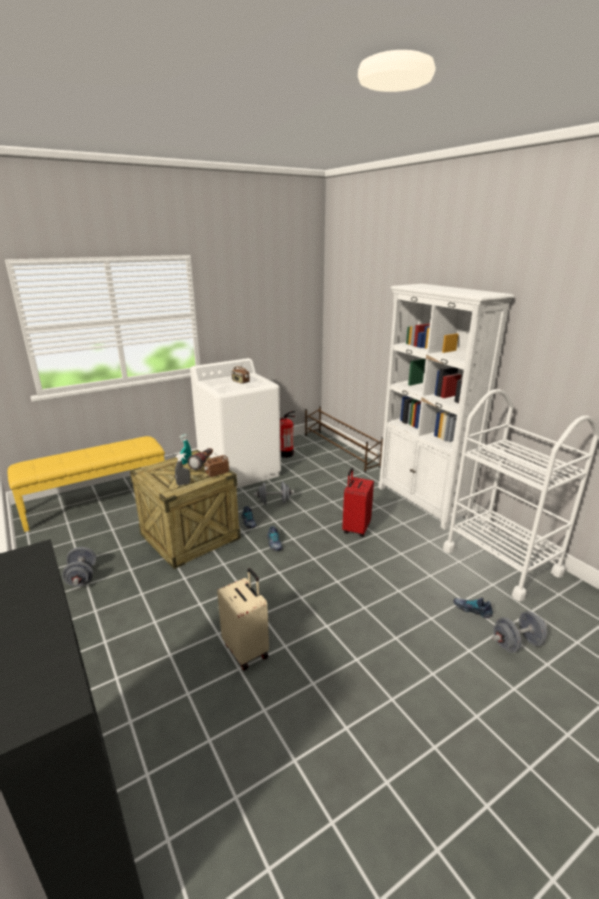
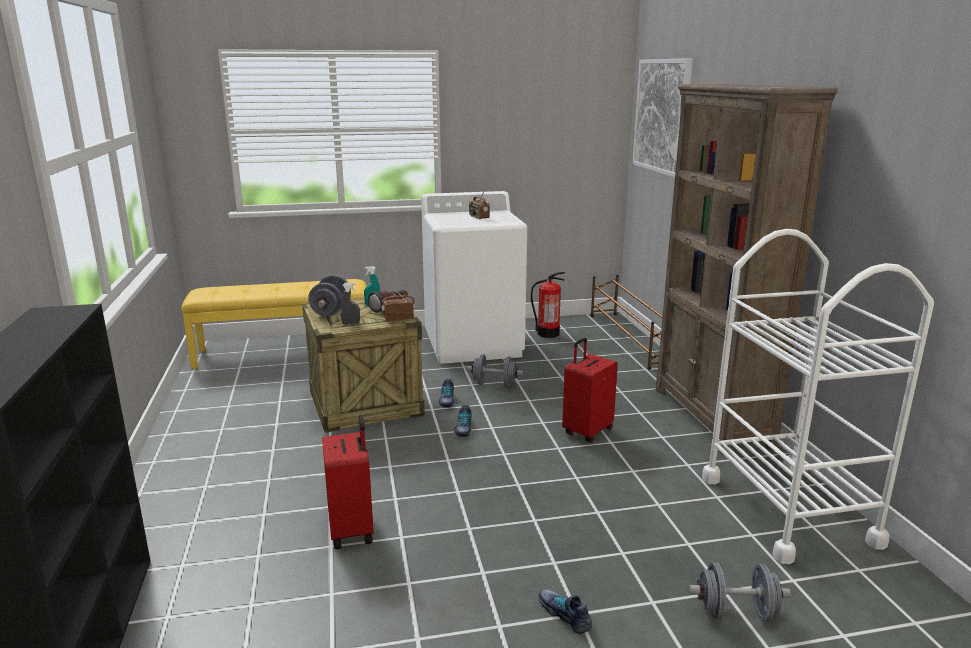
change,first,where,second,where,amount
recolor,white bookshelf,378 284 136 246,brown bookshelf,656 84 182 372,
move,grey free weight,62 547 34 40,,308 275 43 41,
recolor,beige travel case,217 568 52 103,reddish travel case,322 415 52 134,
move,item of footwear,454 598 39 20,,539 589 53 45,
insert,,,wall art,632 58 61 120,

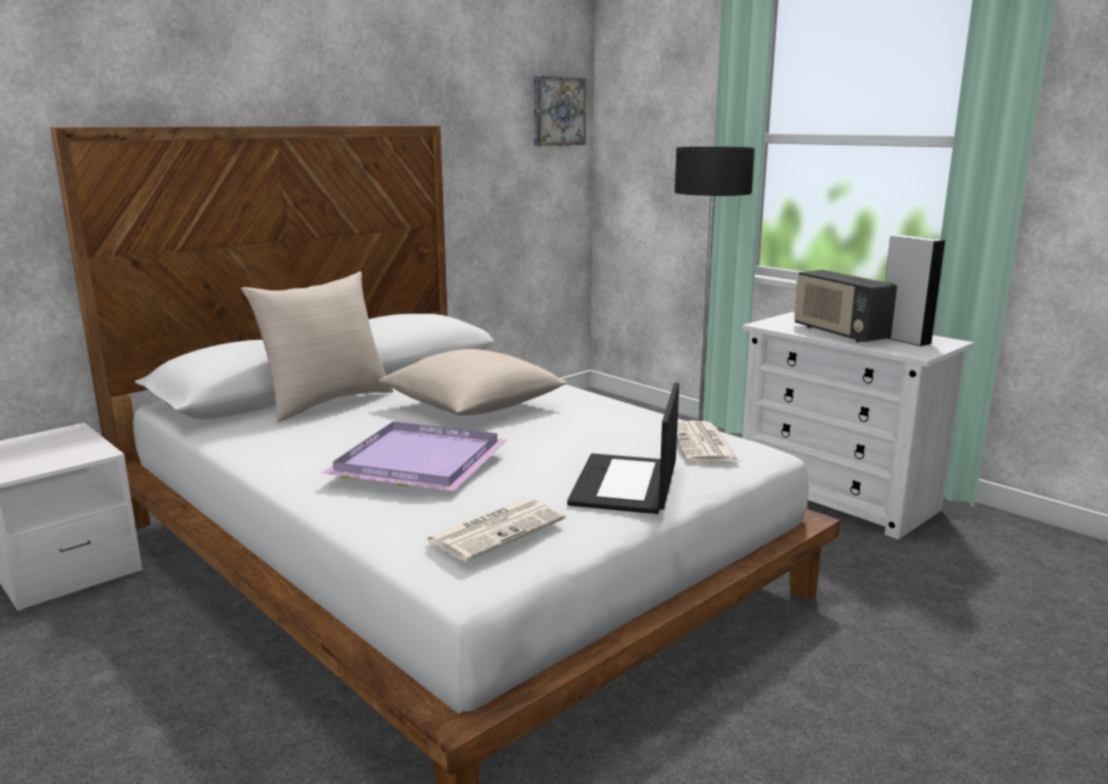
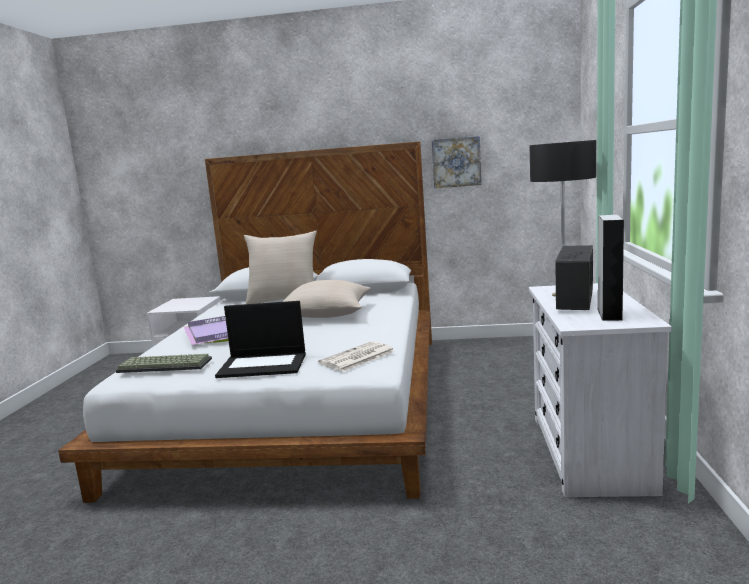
change,first,where,second,where,amount
move,wall art,533 76 53 70,,432 136 49 52,
rotate,portable computer,567 383 112 131,,215 301 91 77,150 degrees counterclockwise
replace,newspaper,425 498 141 64,keyboard,116 354 96 19,

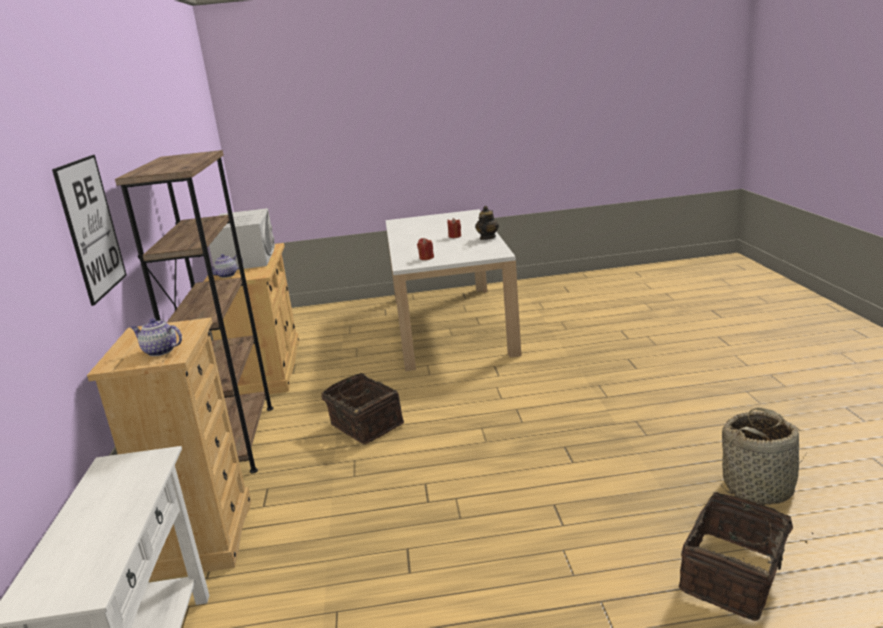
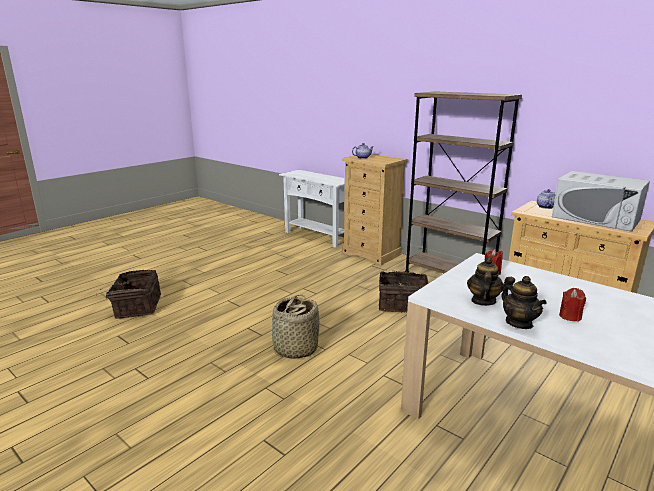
change,first,where,second,where,amount
delete,wall art,52 155 75 151,,,
move,storage basket,721 407 86 98,,272 294 47 65,
insert,,,teapot,467 257 37 49,

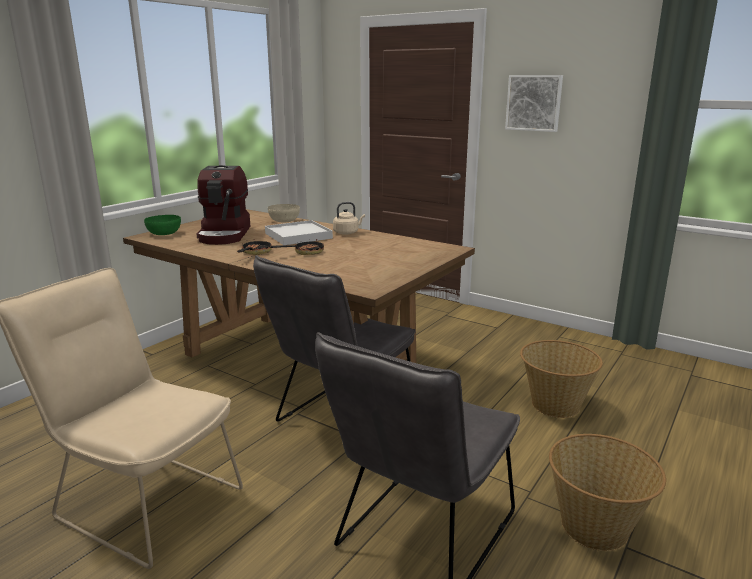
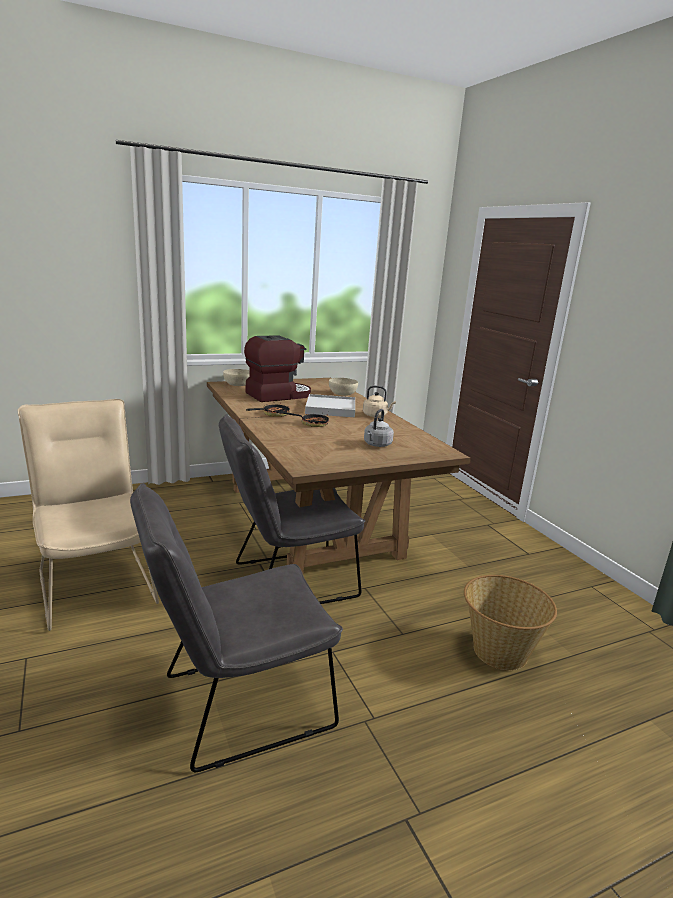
change,first,where,second,where,amount
delete,wall art,505 75 58 57,,,
rotate,coffee maker,196 165 54 80,,244 335 67 67,150 degrees counterclockwise
recolor,green deep dish,144 215 37 20,beige deep dish,223 369 27 17,
delete,storage basket,549 434 117 117,,,
insert,,,grey kettle,364 409 30 38,

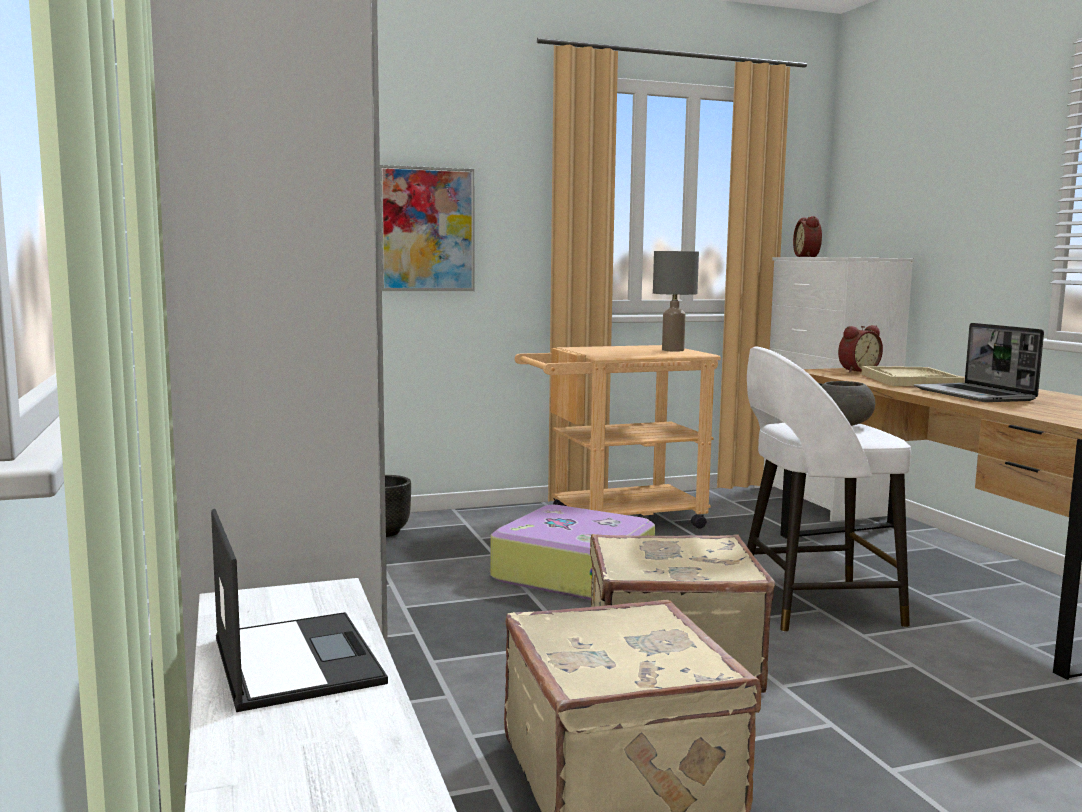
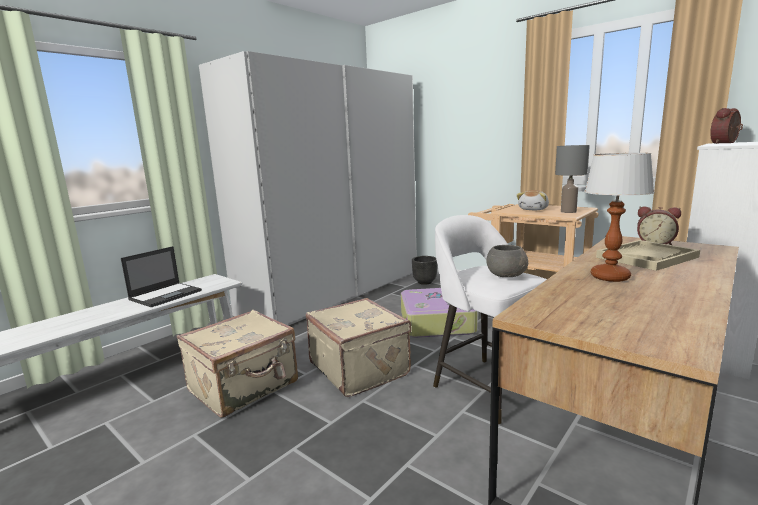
change,first,where,second,where,amount
delete,wall art,380 165 94 126,,,
replace,portable computer,914 323 130 79,lamp for a table,584 153 70 129,
insert,,,cuddly toy,517 190 32 20,

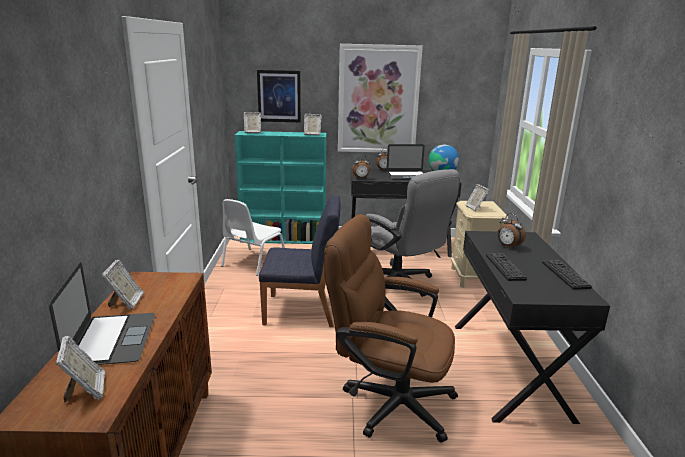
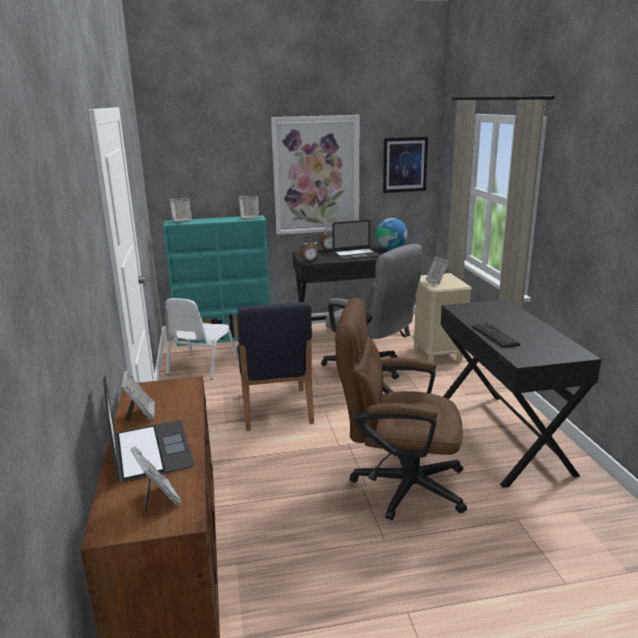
change,first,where,second,where,amount
move,wall art,257 70 44 52,,383 137 45 56,
rotate,bluish chair,259 195 81 132,,237 302 77 129,90 degrees clockwise
delete,table clock,497 213 29 35,,,
delete,keyboard,542 260 50 30,,,

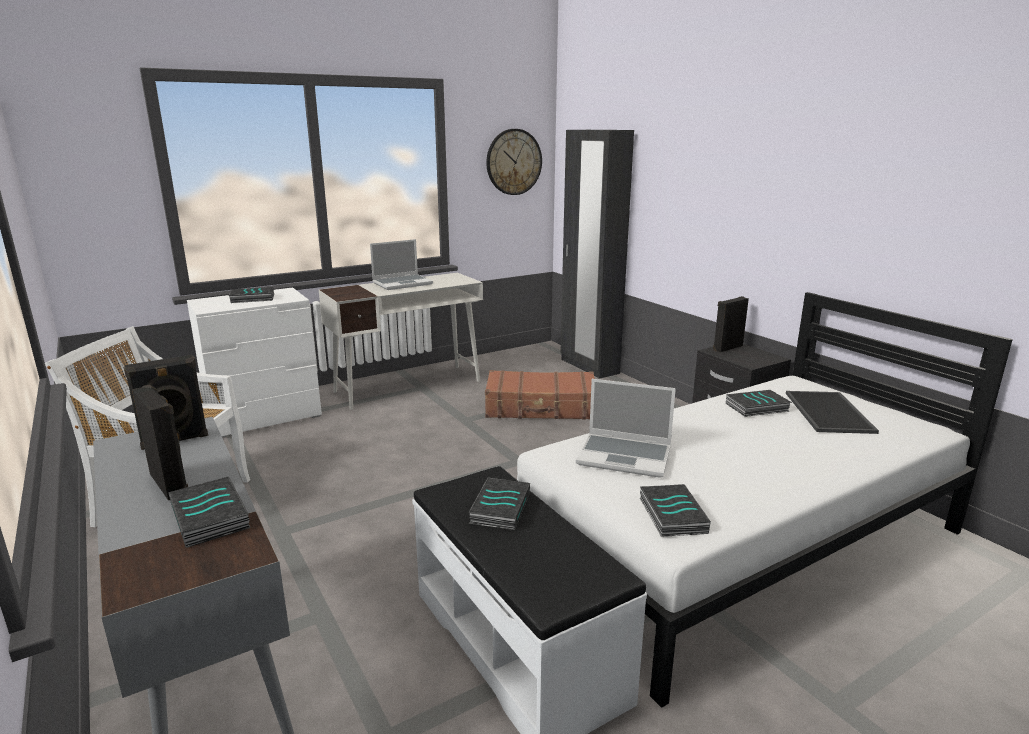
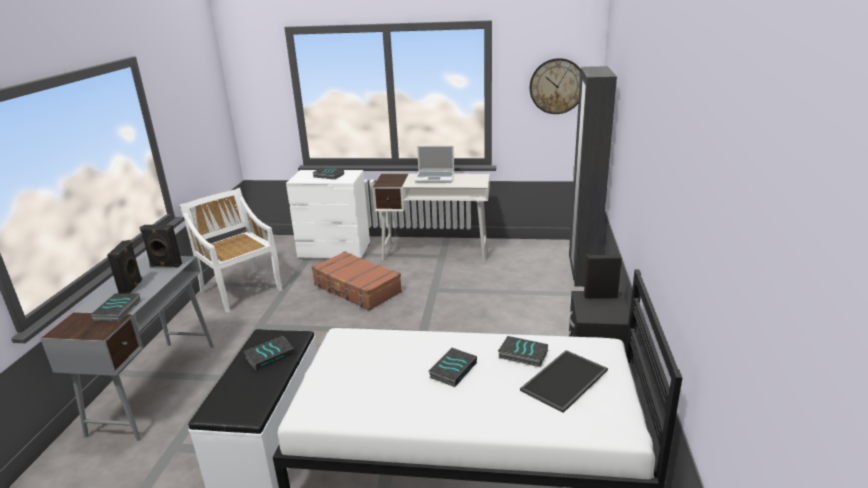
change,first,where,second,where,amount
move,brown travel case,485 370 110 50,,312 251 90 60,
delete,portable computer,576 379 100 99,,,
move,bound book,640 484 71 53,,429 348 48 39,

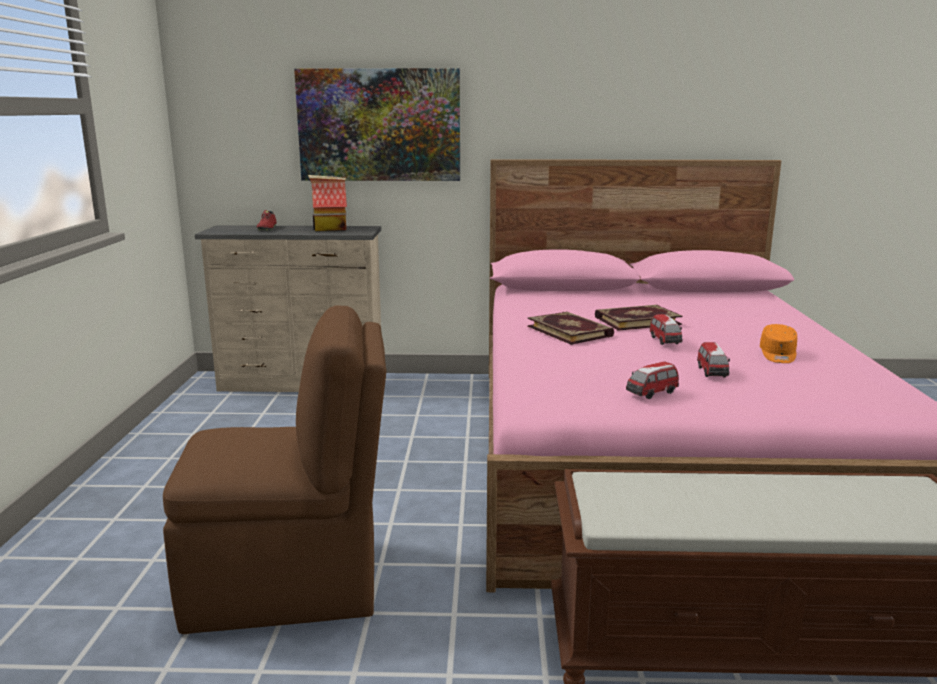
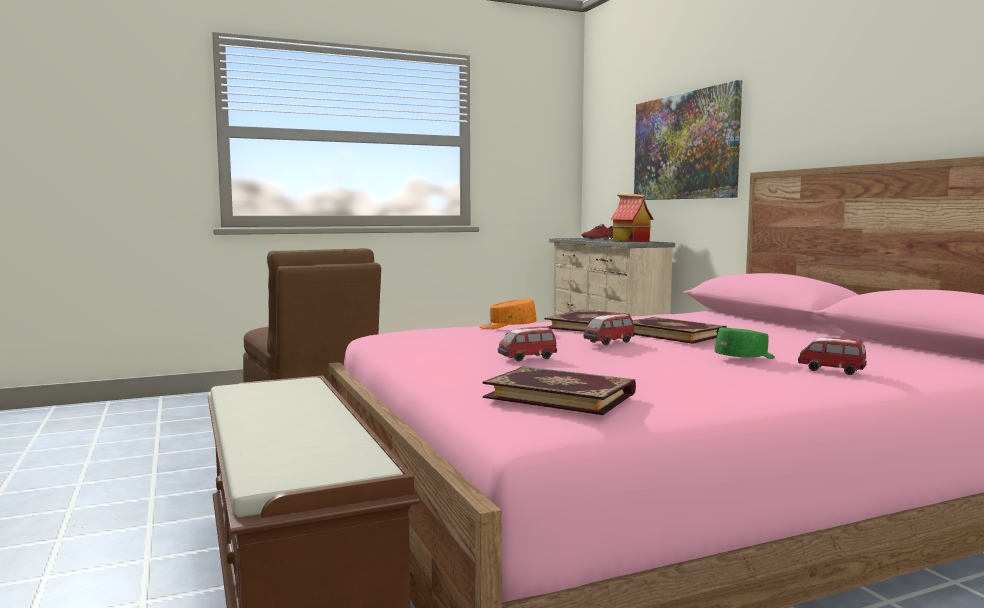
change,first,where,second,where,amount
move,orange baseball cap,760 324 37 39,,479 299 58 30,
move,toy car,626 362 53 37,,798 337 69 38,
insert,,,green baseball cap,715 327 60 32,
insert,,,bound book,483 366 153 49,

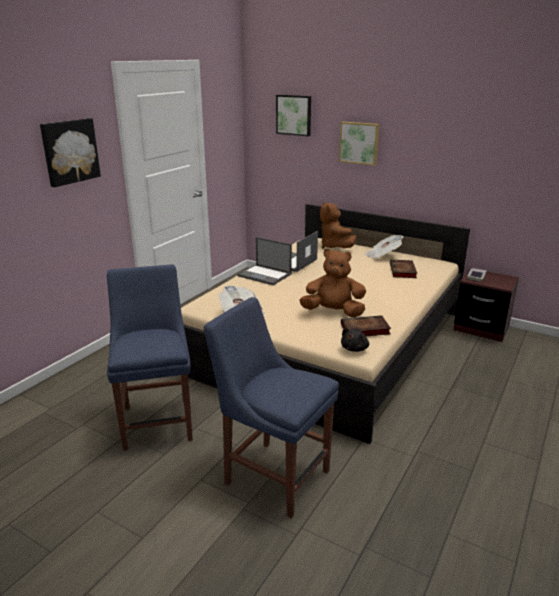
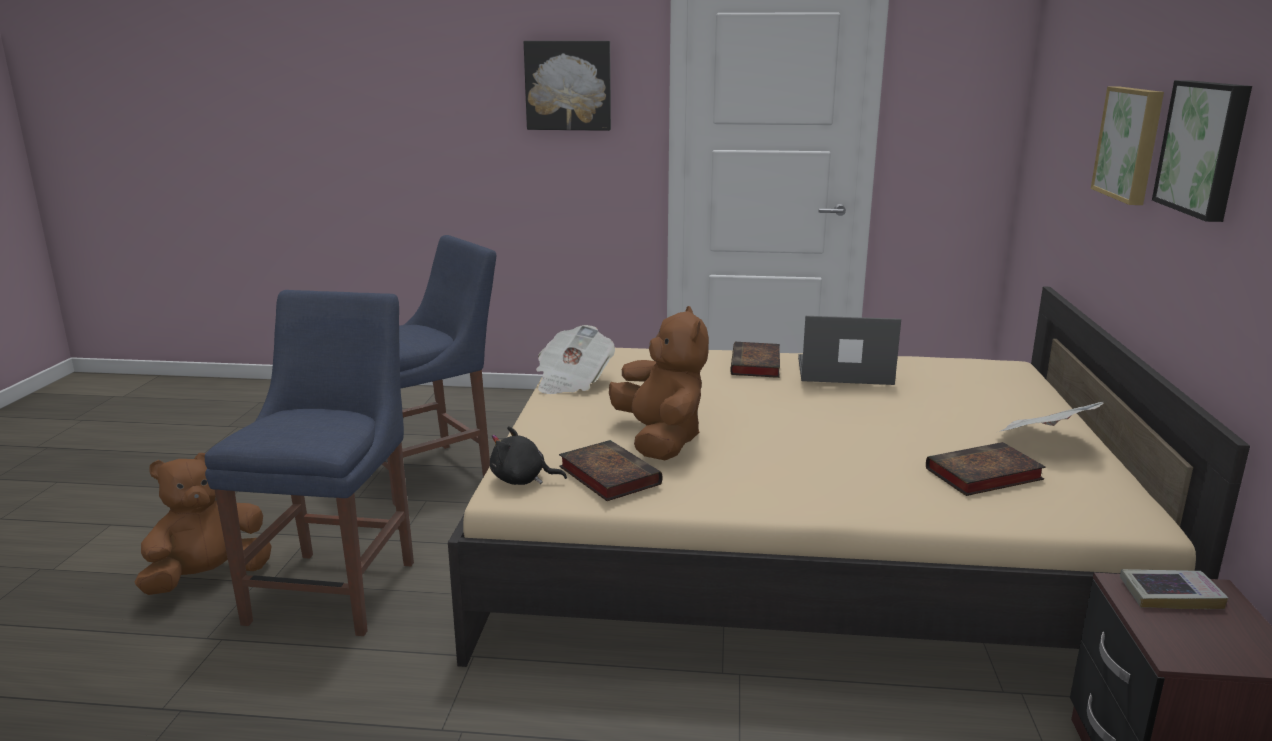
change,first,where,second,where,amount
move,wall art,276 95 35 41,,1152 80 100 142,
move,brown cuddly toy,320 202 36 47,,135 453 137 142,
replace,portable computer,237 237 55 48,bound book,730 342 50 36,

